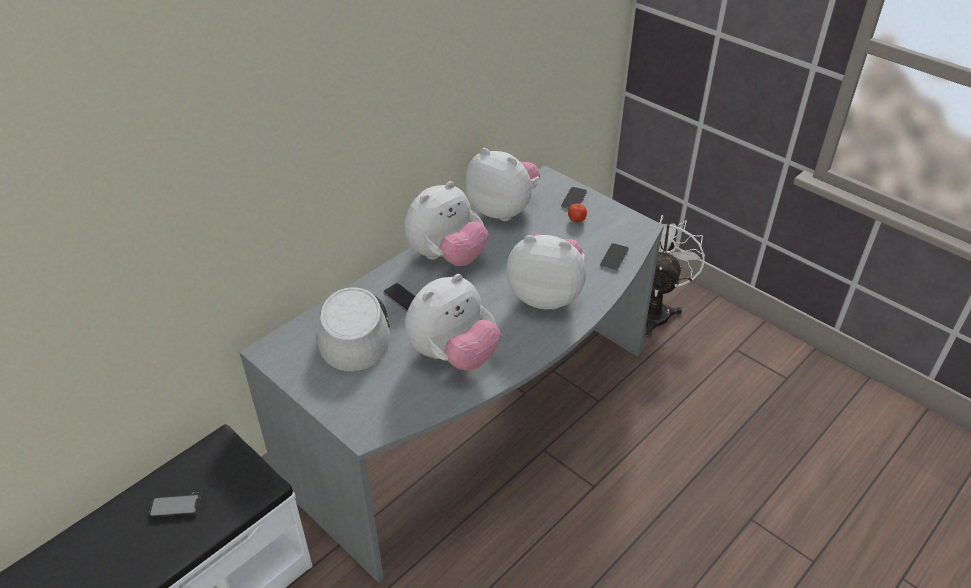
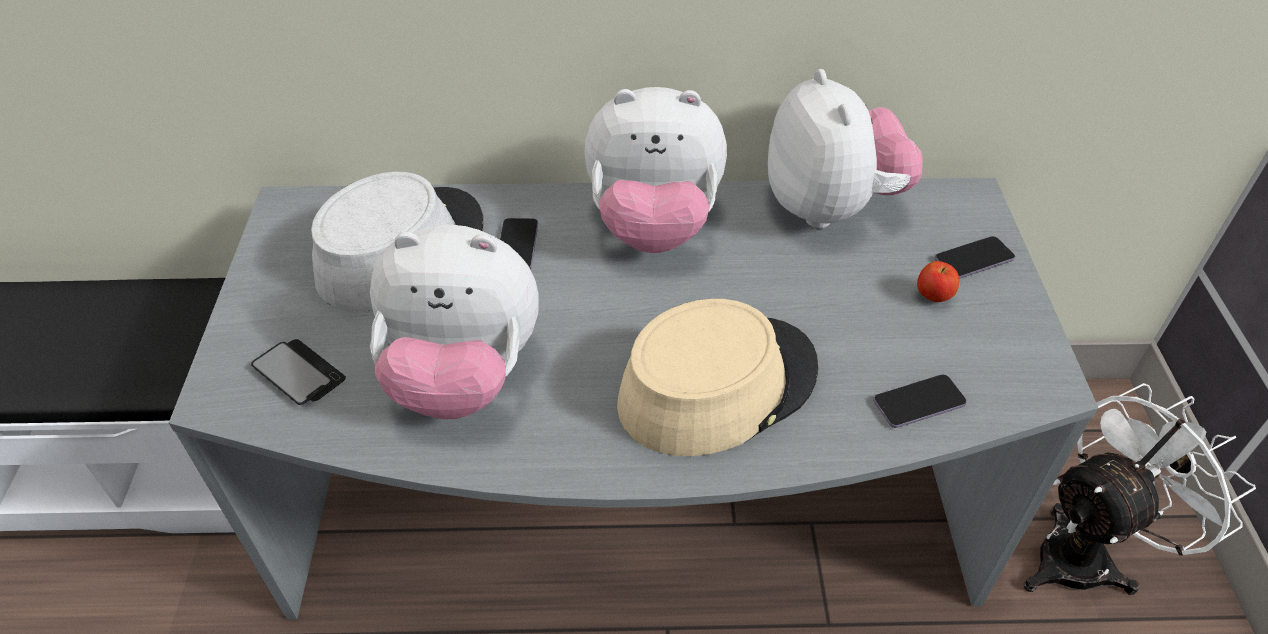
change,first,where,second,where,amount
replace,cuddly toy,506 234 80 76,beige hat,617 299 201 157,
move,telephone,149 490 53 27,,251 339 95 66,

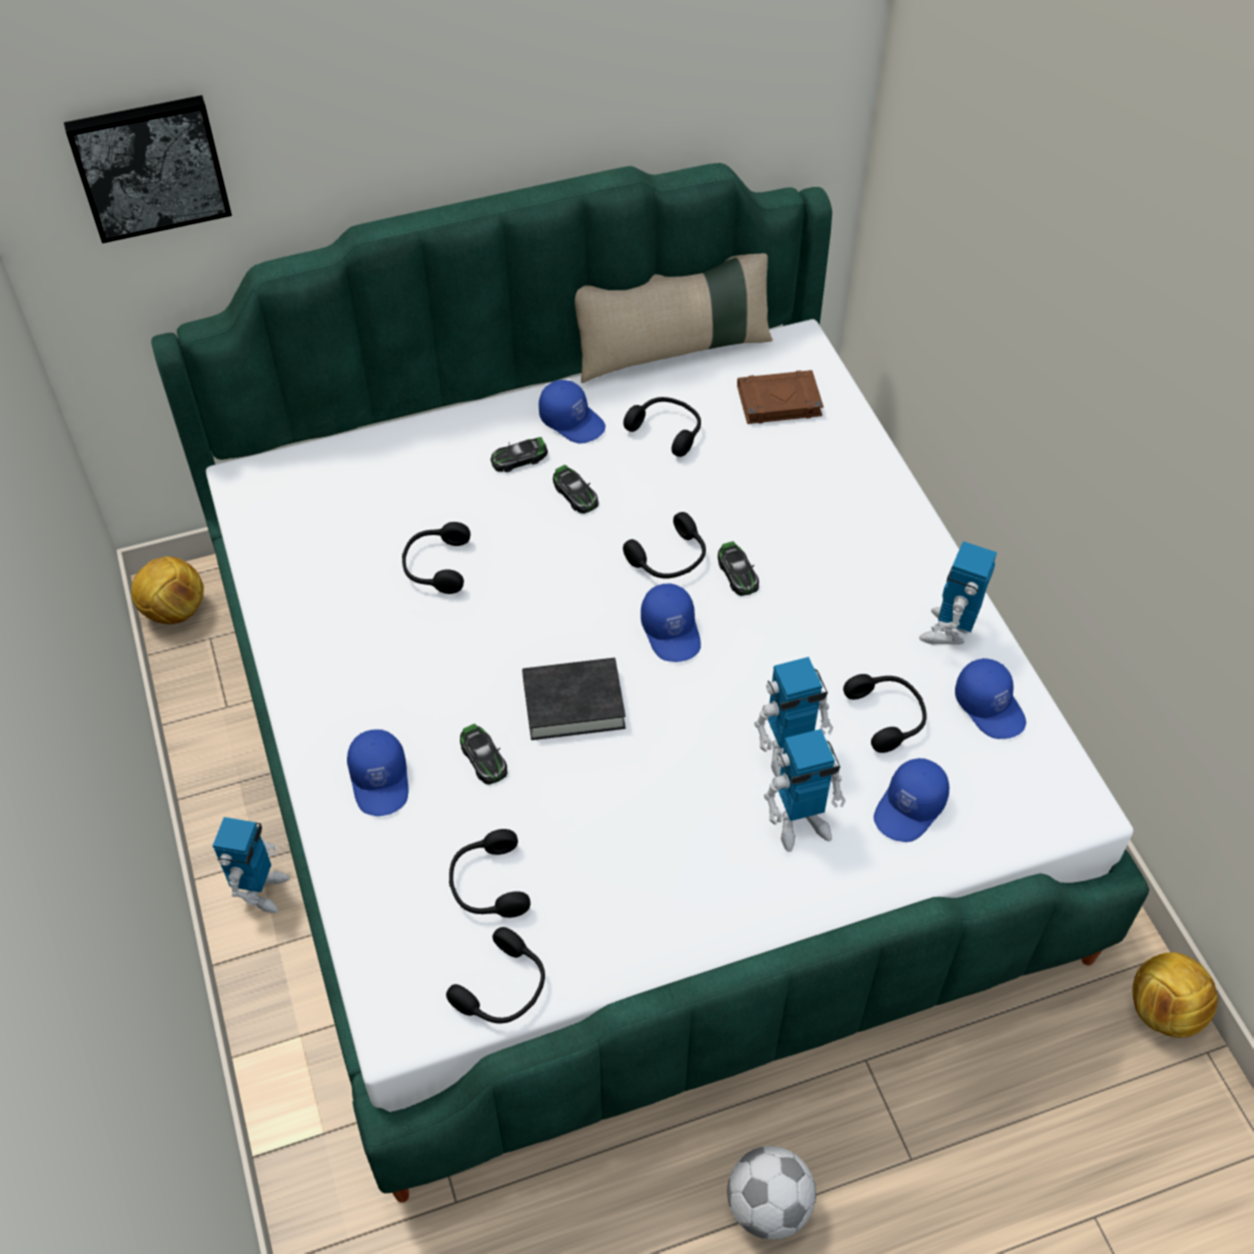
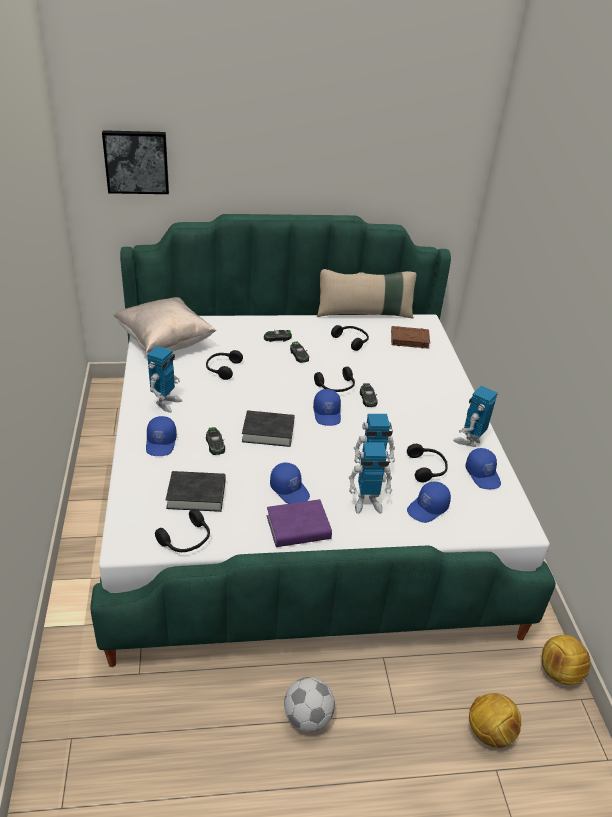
change,first,where,second,where,amount
move,bluish baseball cap,539 380 66 64,,270 463 40 41,
move,ball for football,131 556 73 68,,469 693 52 55,
move,robot figure,213 817 77 96,,147 346 35 67,
replace,blackish headphones,449 829 81 89,blackish bound book,166 471 59 41,
insert,,,beige cushion,113 297 103 56,
insert,,,purple bound book,267 499 65 48,

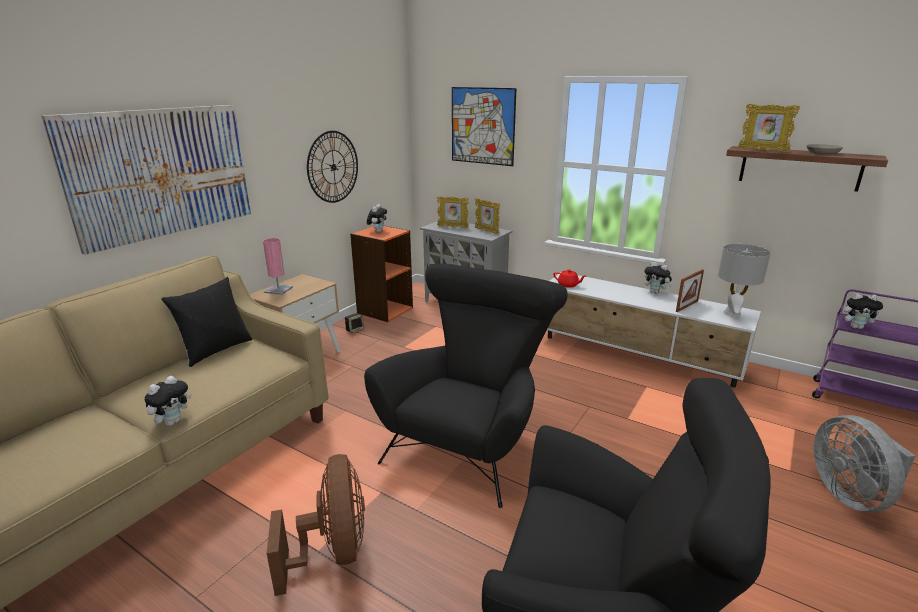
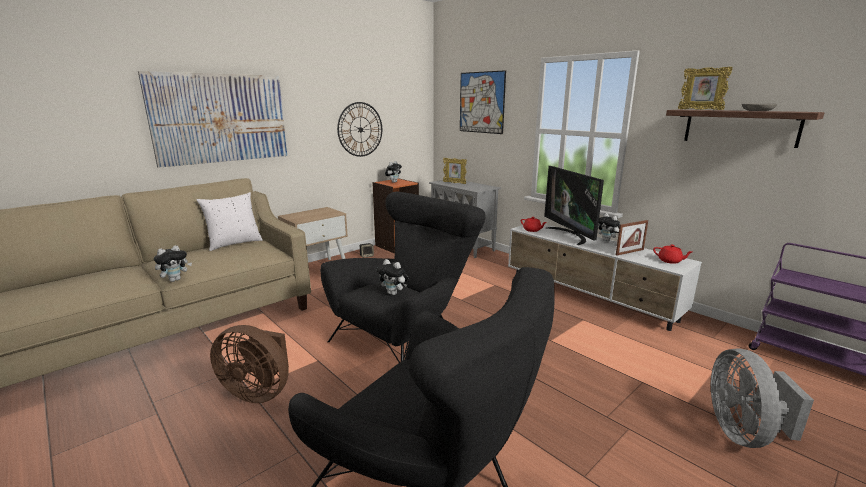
change,first,where,second,where,amount
delete,picture frame,475 198 25 36,,,
delete,pinkish lamp for a table,263 238 30 57,,,
replace,grey lamp for a table,718 244 53 74,reddish teapot,653 245 39 19,
recolor,blackish cushion,161 277 91 90,white cushion,196 192 67 59,
move,cuddly toy,844 293 39 36,,377 259 32 36,
rotate,brown electric fan,267 454 98 142,,210 325 79 78,105 degrees clockwise
insert,,,TV set,544 166 60 79,

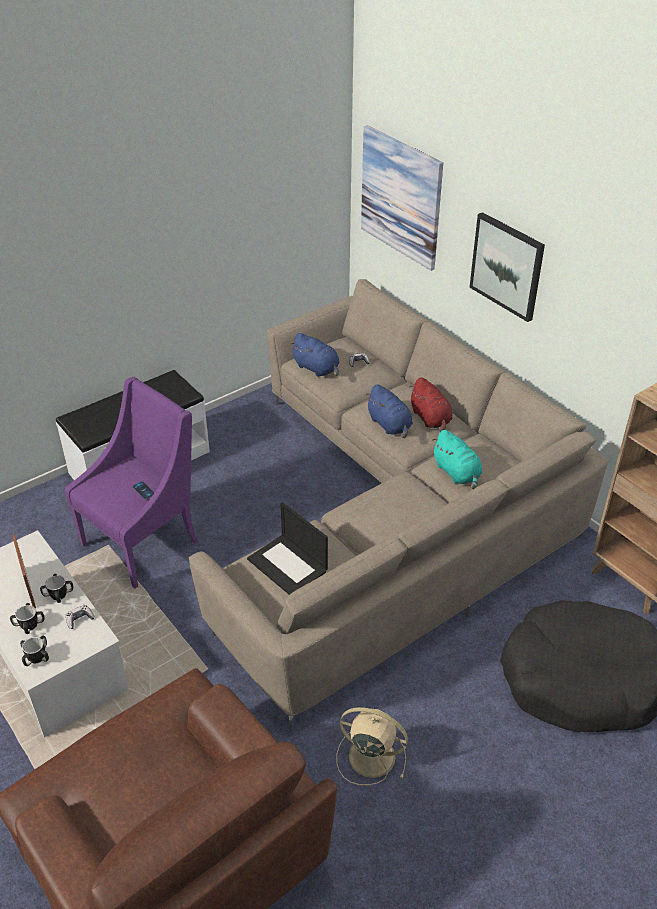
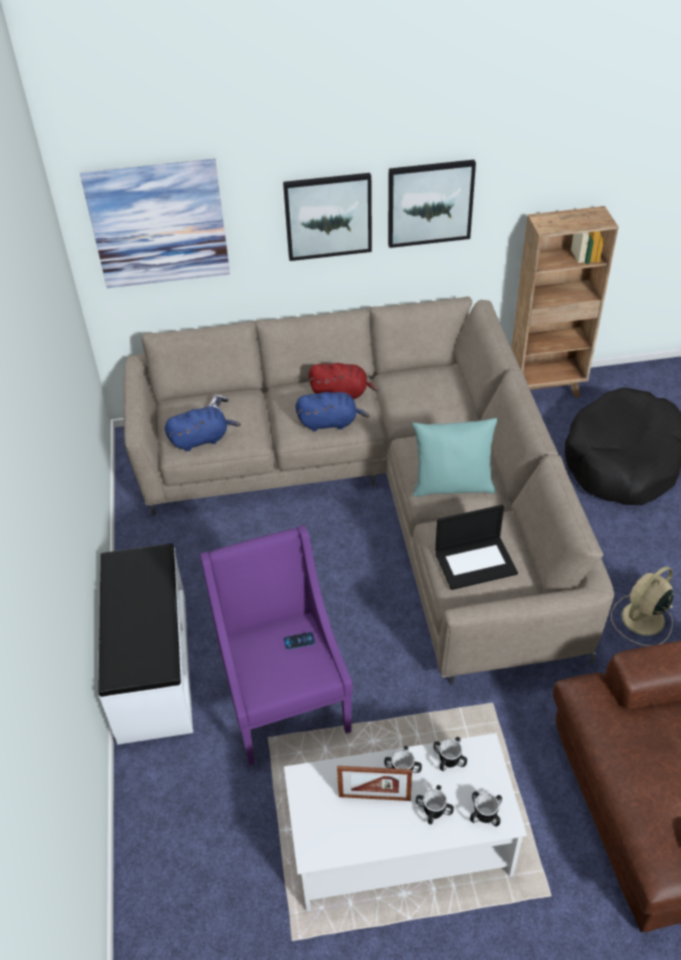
change,first,where,second,where,amount
delete,blue-green cuddly toy,432 430 50 59,,,
replace,joypad,66 605 29 24,tea mug,434 737 33 34,
insert,,,wall art,388 160 88 88,
insert,,,blue-green cushion,413 418 85 78,

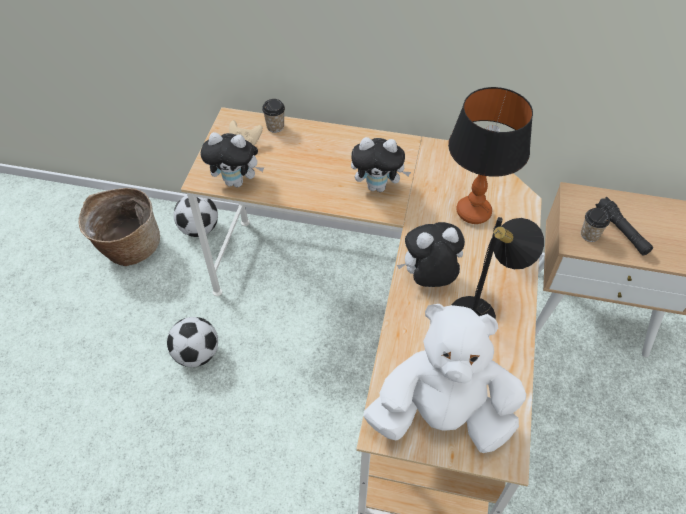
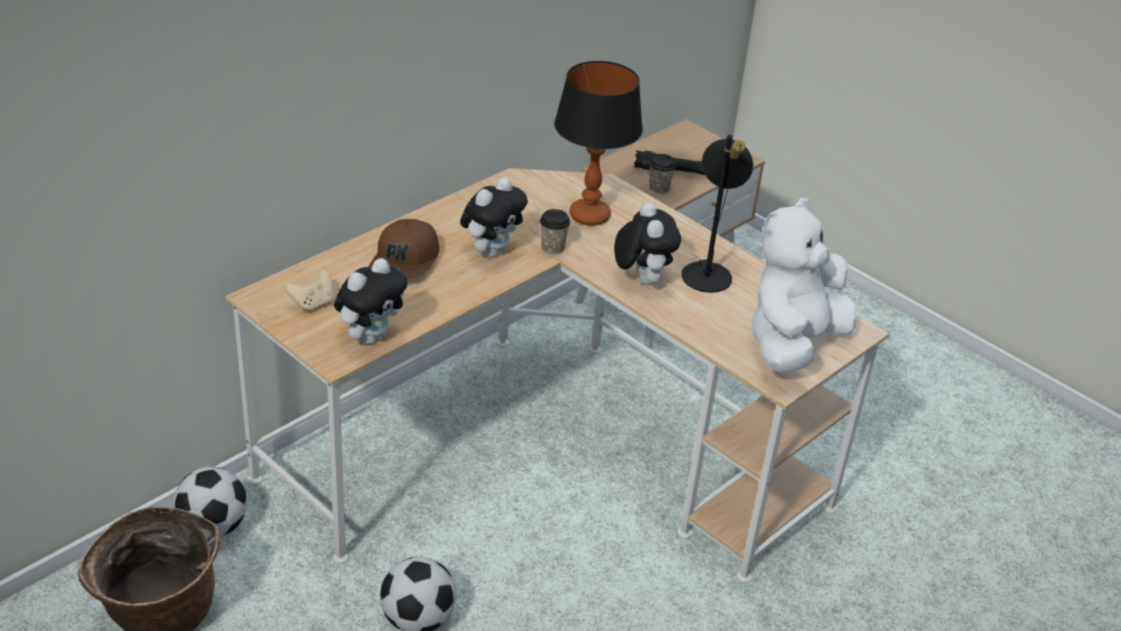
change,first,where,second,where,amount
move,drinking cup,262 99 23 34,,540 209 30 45,
rotate,cuddly toy,397 222 68 65,,614 202 67 83,150 degrees clockwise
insert,,,brown baseball cap,368 219 71 60,

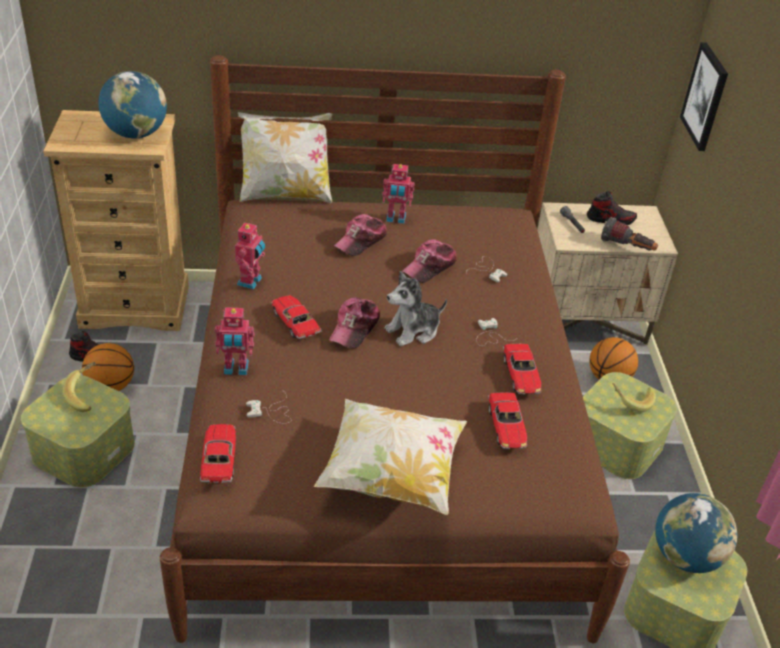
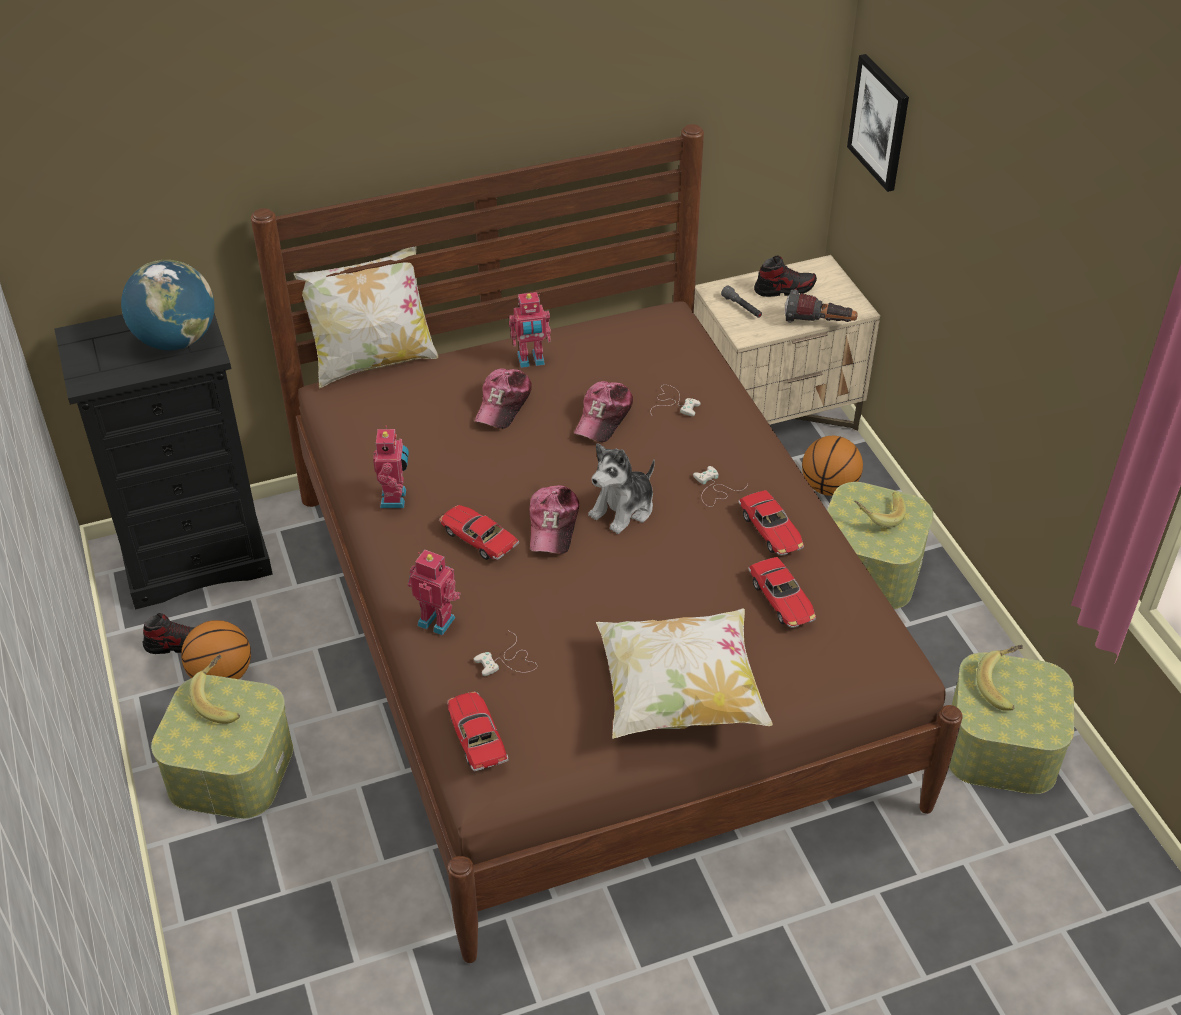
change,first,where,second,where,amount
recolor,beige drawer chest,43 110 146 221,blackish drawer chest,54 313 219 297,
rotate,robot figure,215 307 39 68,,408 550 53 86,135 degrees counterclockwise
replace,desk globe,655 493 82 80,banana fruit,976 645 47 66,

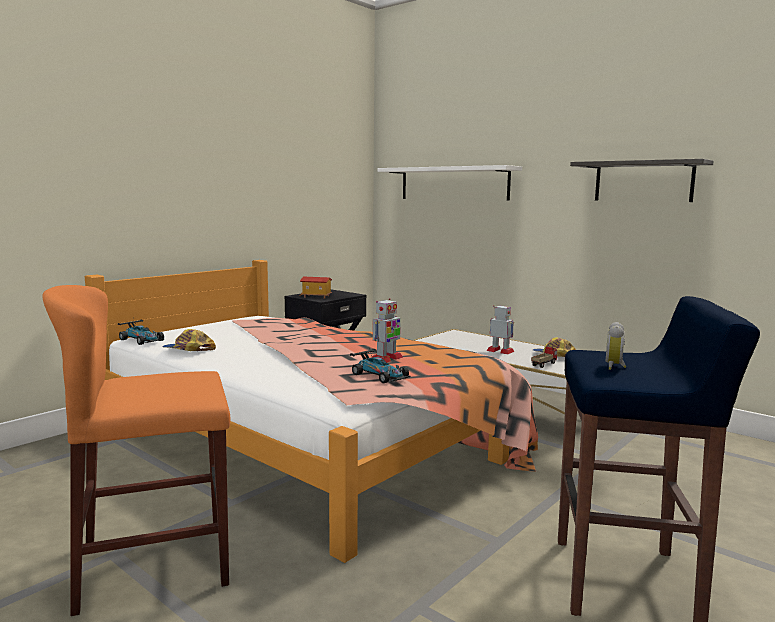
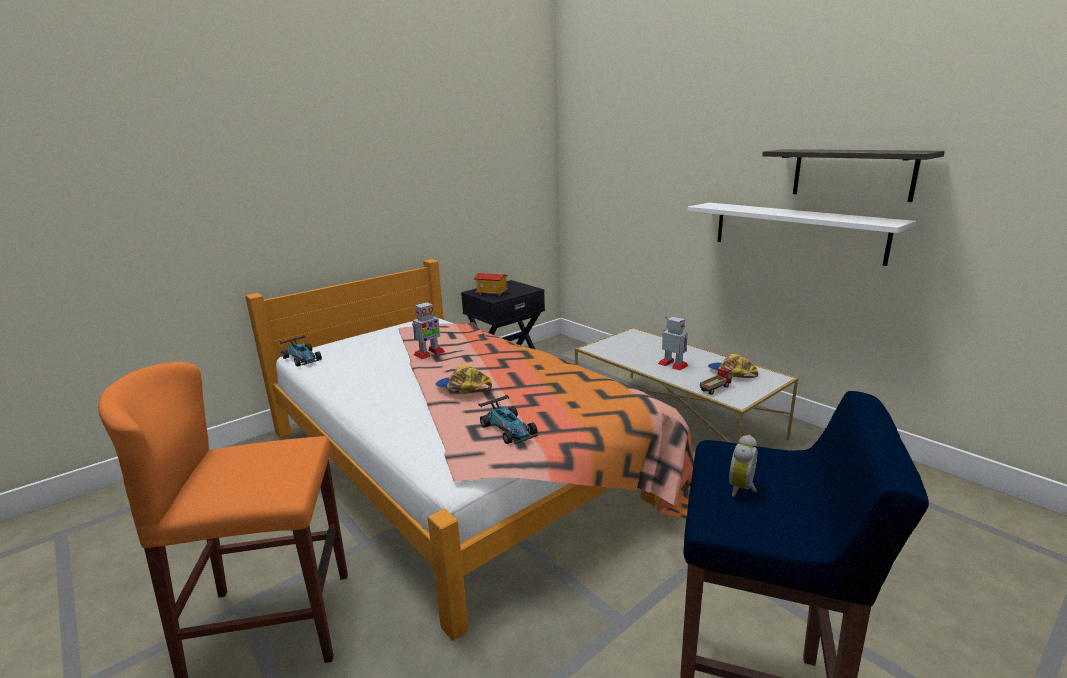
change,first,where,second,where,amount
move,white shelf,377 165 145 36,,687 203 229 63,
move,robot figure,371 298 32 65,,412 301 33 58,
move,baseball cap,162 329 54 22,,435 365 57 28,

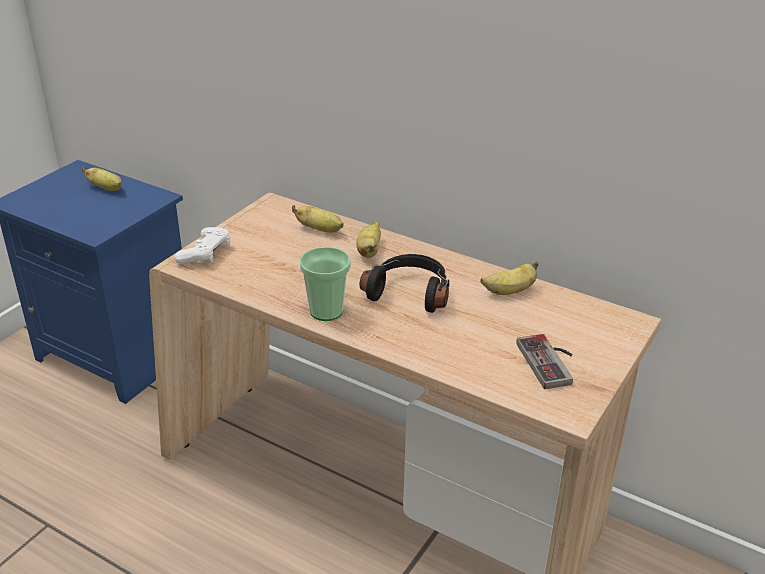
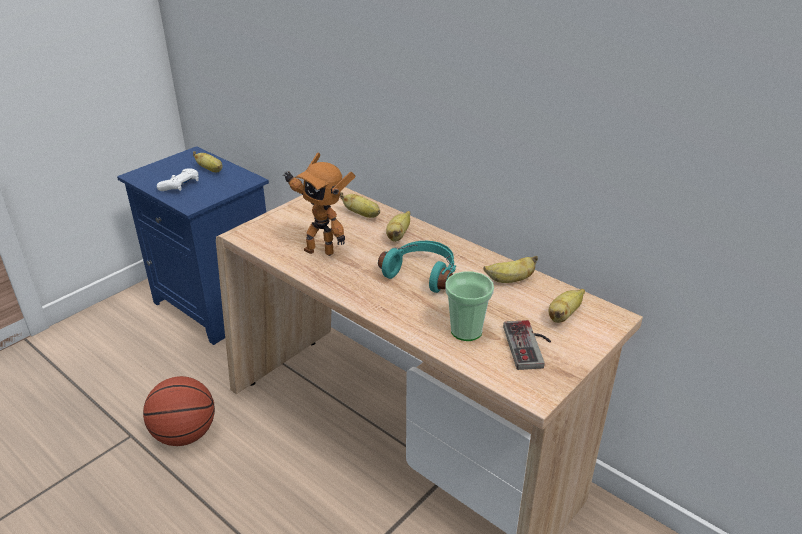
change,first,where,second,where,amount
move,white joypad,175 227 55 38,,157 168 42 23,
move,drinking cup,299 247 52 74,,446 271 48 70,
recolor,blackish headphones,360 254 90 59,blue-green headphones,378 241 78 52,
insert,,,robot figure,283 153 72 103,
insert,,,banana fruit,549 289 36 34,
insert,,,basketball ball,143 376 72 70,

